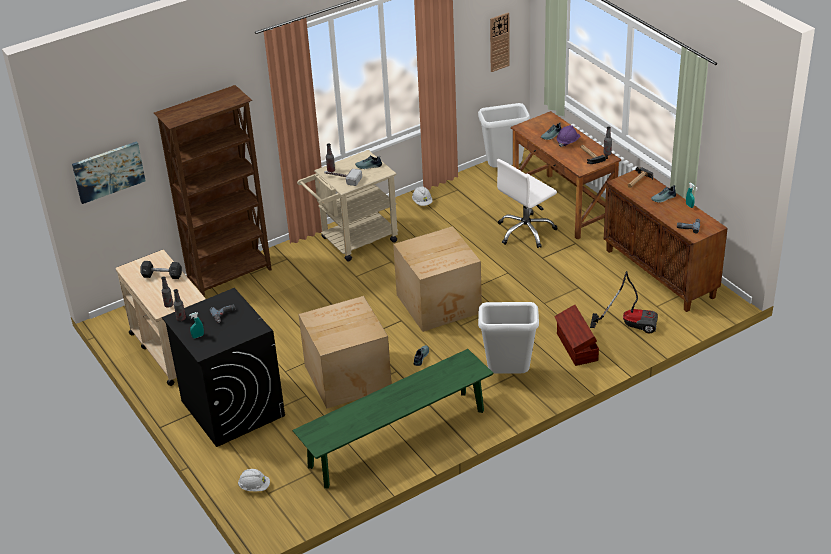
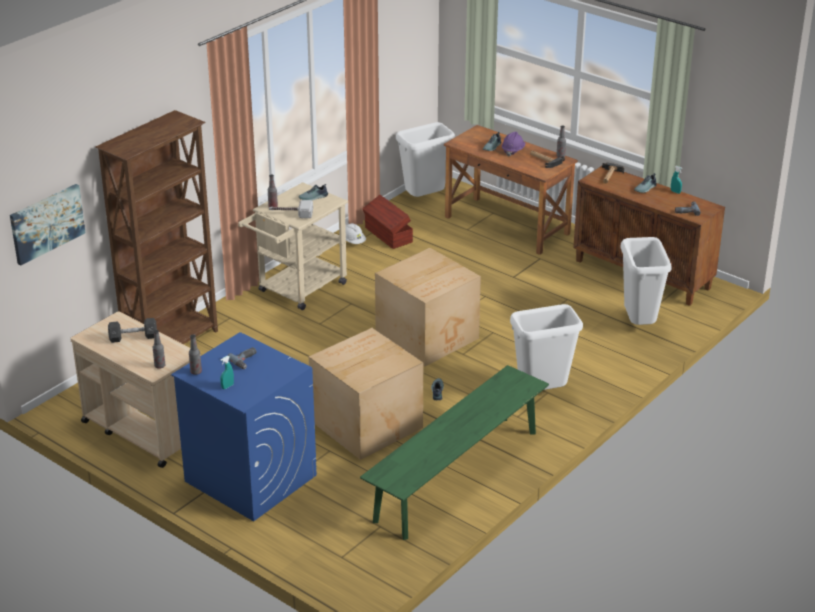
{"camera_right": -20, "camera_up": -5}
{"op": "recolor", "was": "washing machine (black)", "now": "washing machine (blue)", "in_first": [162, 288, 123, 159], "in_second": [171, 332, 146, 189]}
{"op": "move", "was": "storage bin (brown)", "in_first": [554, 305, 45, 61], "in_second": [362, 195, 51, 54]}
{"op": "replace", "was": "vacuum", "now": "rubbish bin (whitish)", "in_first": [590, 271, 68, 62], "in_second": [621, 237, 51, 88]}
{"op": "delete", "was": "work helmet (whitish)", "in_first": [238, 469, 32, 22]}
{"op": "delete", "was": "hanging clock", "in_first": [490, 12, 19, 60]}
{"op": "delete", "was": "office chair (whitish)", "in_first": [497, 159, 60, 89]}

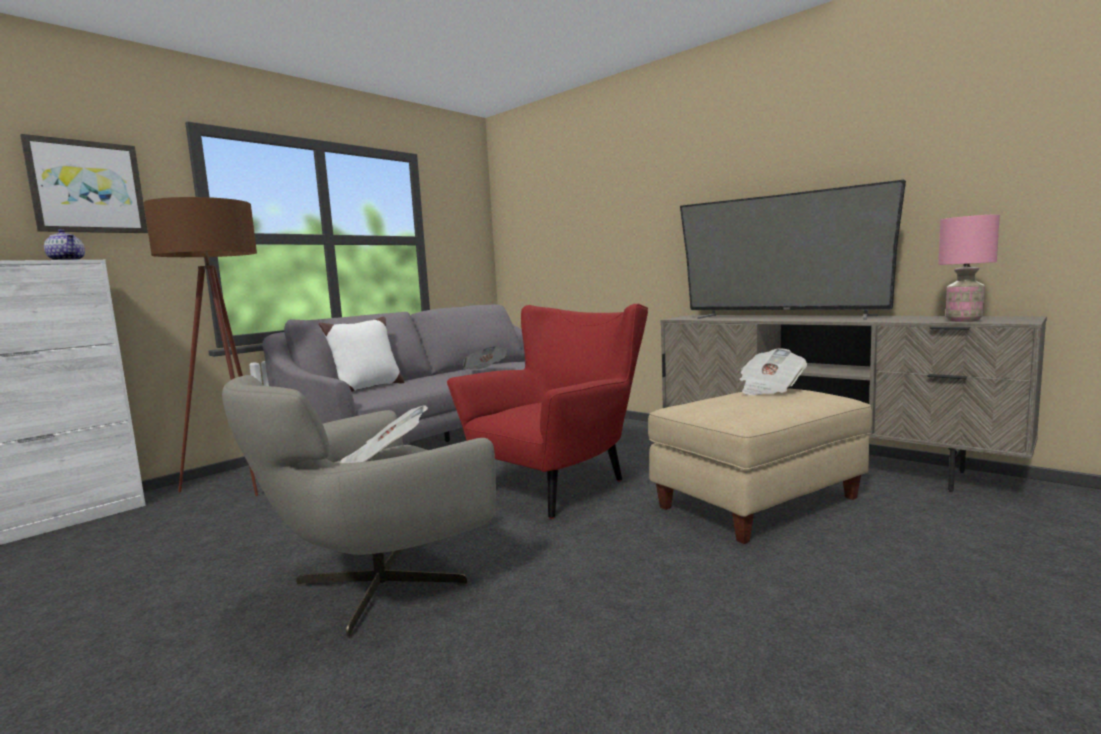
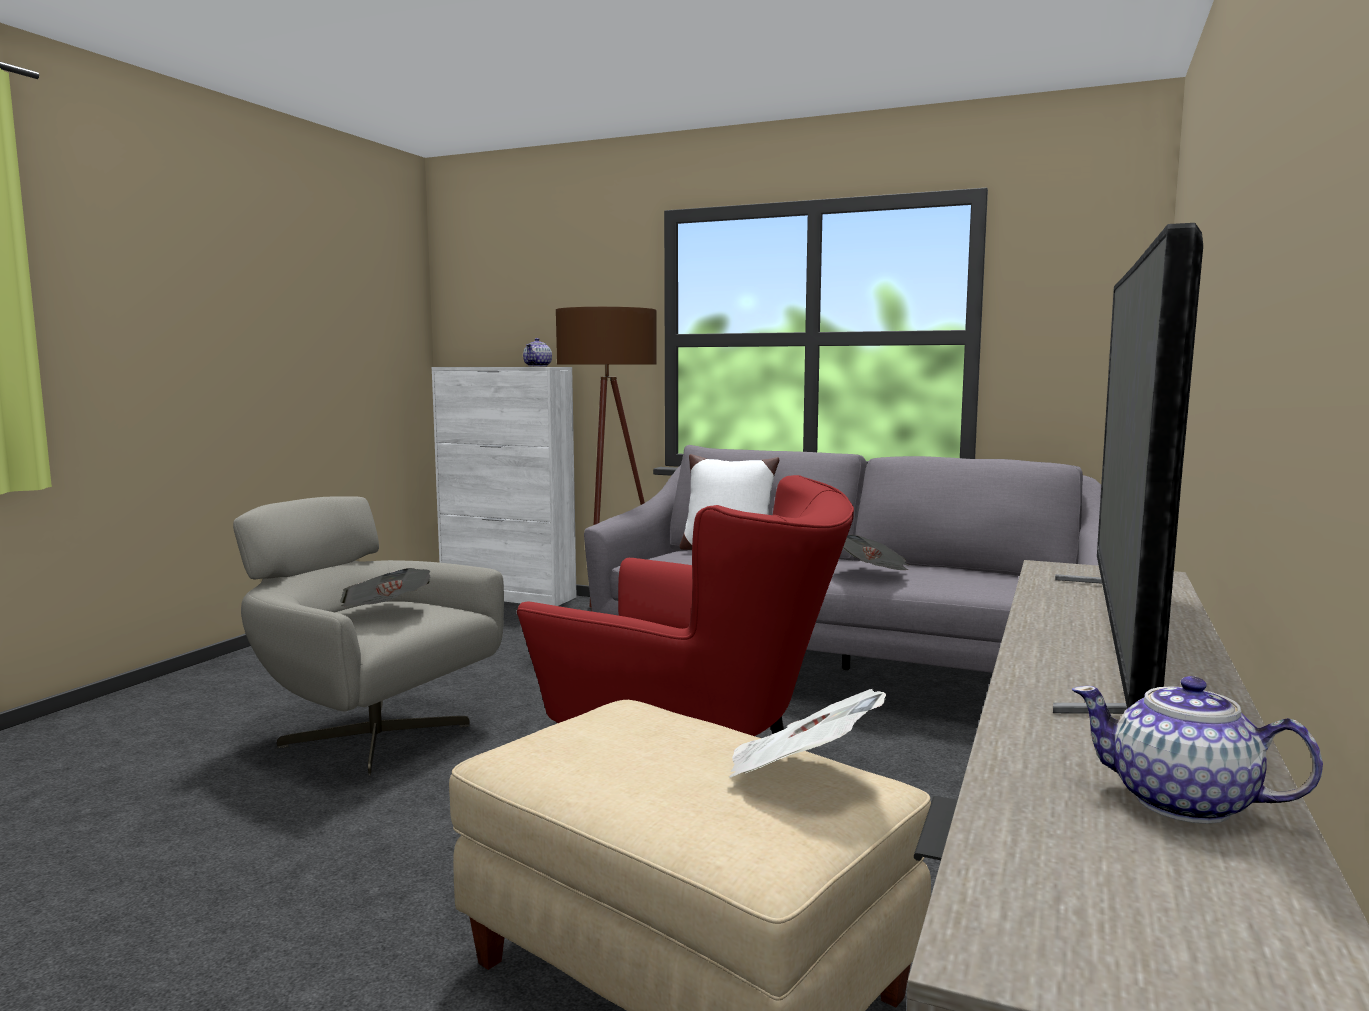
{"camera_right": 70, "camera_up": 0}
{"op": "insert", "now": "tea pot", "in_second": [1072, 676, 251, 148]}
{"op": "delete", "was": "wall picture", "in_first": [20, 134, 128, 99]}
{"op": "delete", "was": "tabletop lamp (pink)", "in_first": [938, 214, 62, 108]}

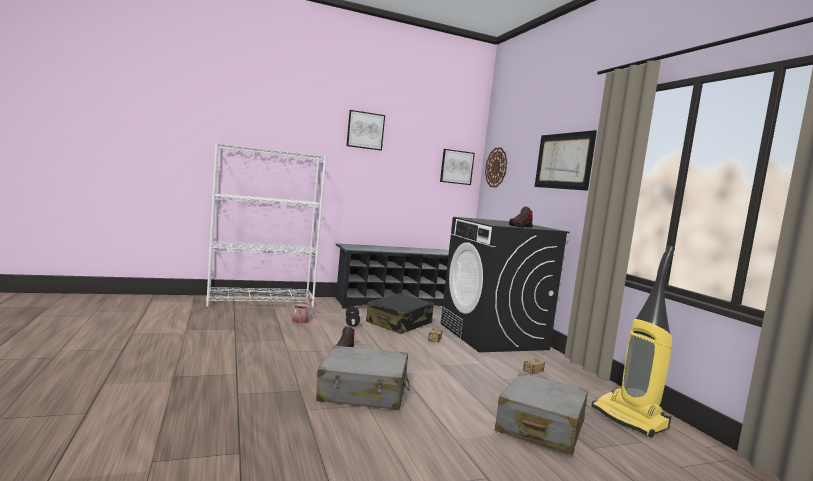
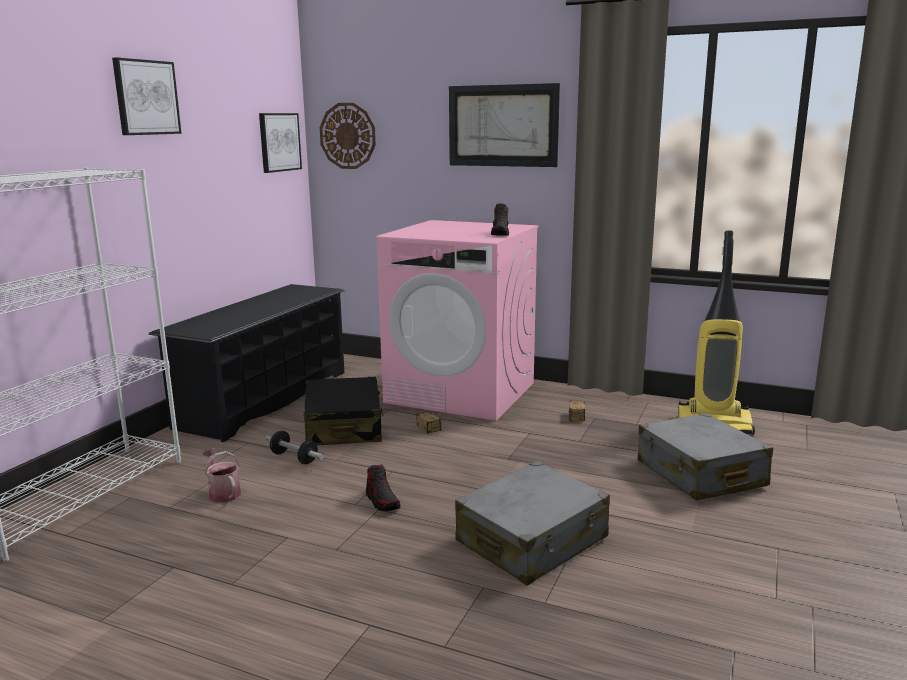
{"camera_right": -45, "camera_up": 10}
{"op": "recolor", "was": "washing machine (black)", "now": "washing machine (pink)", "in_first": [441, 217, 128, 135], "in_second": [376, 220, 162, 201]}

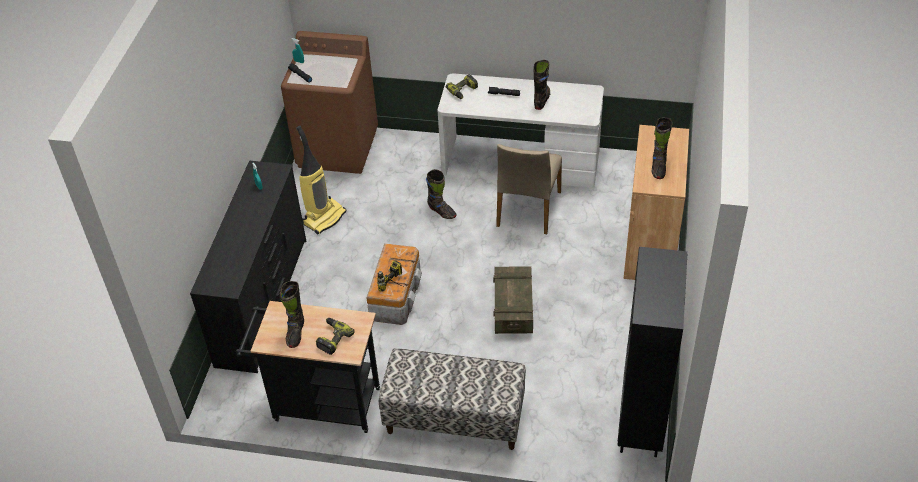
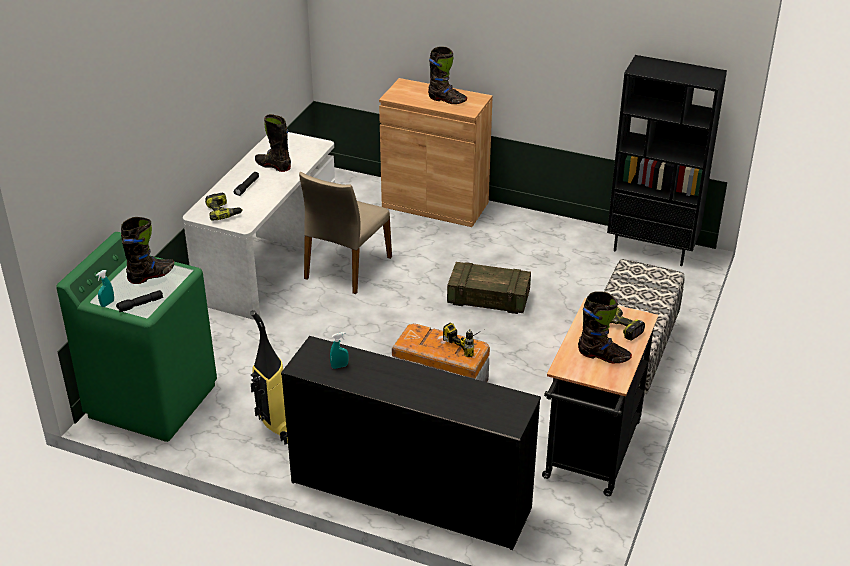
{"camera_right": -80, "camera_up": -10}
{"op": "recolor", "was": "washing machine (brown)", "now": "washing machine (greenish)", "in_first": [281, 31, 97, 143], "in_second": [56, 232, 161, 210]}
{"op": "move", "was": "tall boot (black)", "in_first": [426, 169, 30, 50], "in_second": [121, 217, 53, 67]}
{"op": "rotate", "was": "chair (beige)", "in_first": [496, 144, 66, 90], "in_second": [299, 172, 93, 122], "clockwise": 90}

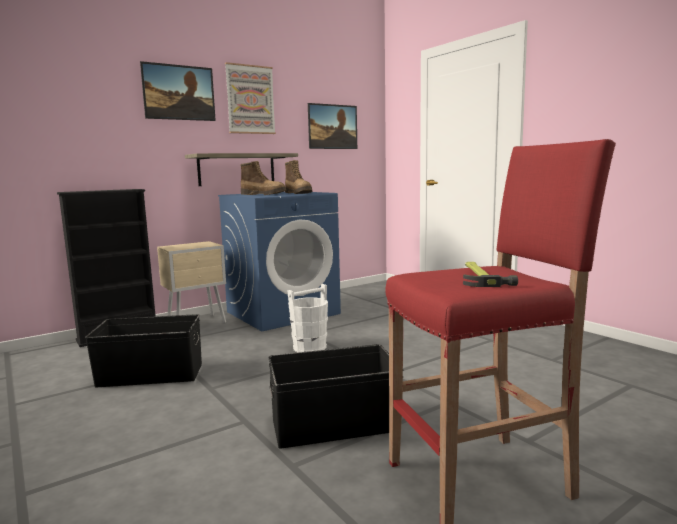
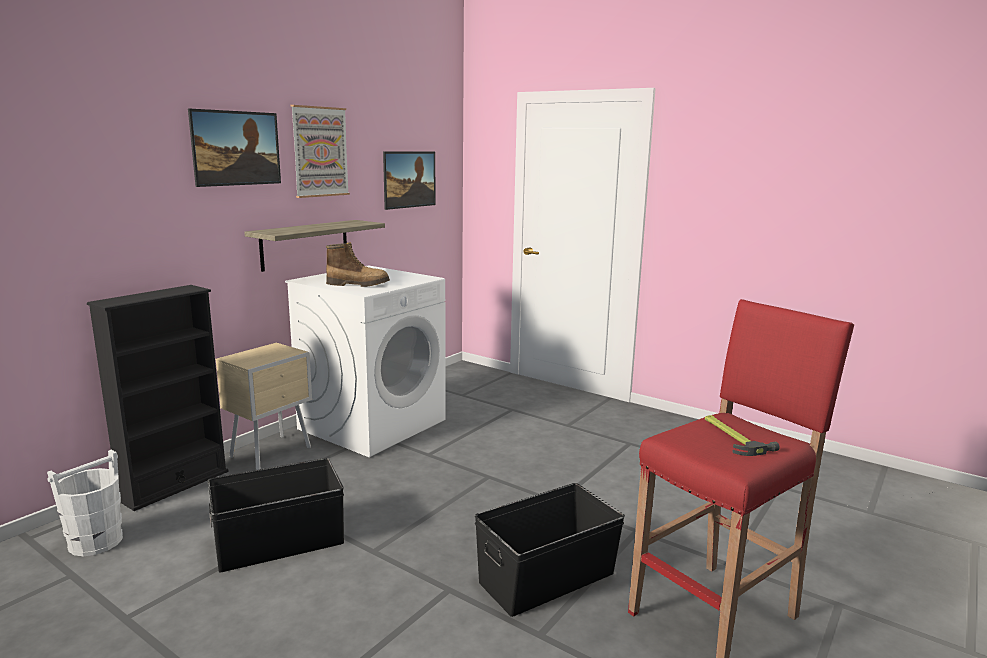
{"camera_right": -20, "camera_up": 5}
{"op": "move", "was": "bucket (whitish)", "in_first": [287, 284, 41, 69], "in_second": [47, 450, 76, 106]}
{"op": "recolor", "was": "washing machine (blue)", "now": "washing machine (whitish)", "in_first": [218, 192, 123, 139], "in_second": [285, 265, 161, 192]}
{"op": "delete", "was": "tall boot", "in_first": [285, 160, 27, 34]}

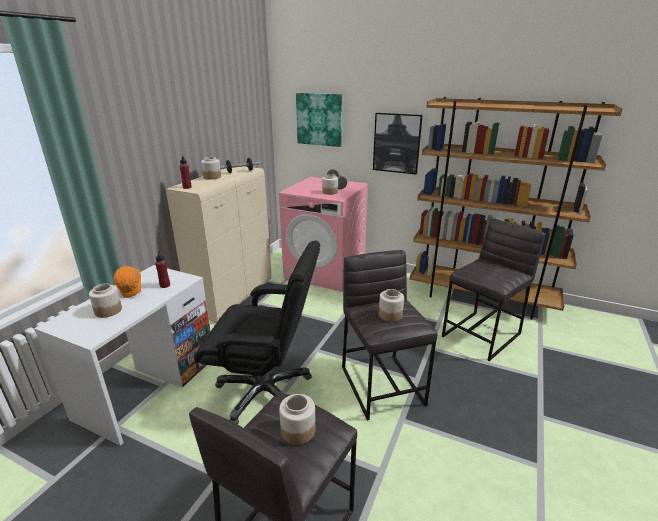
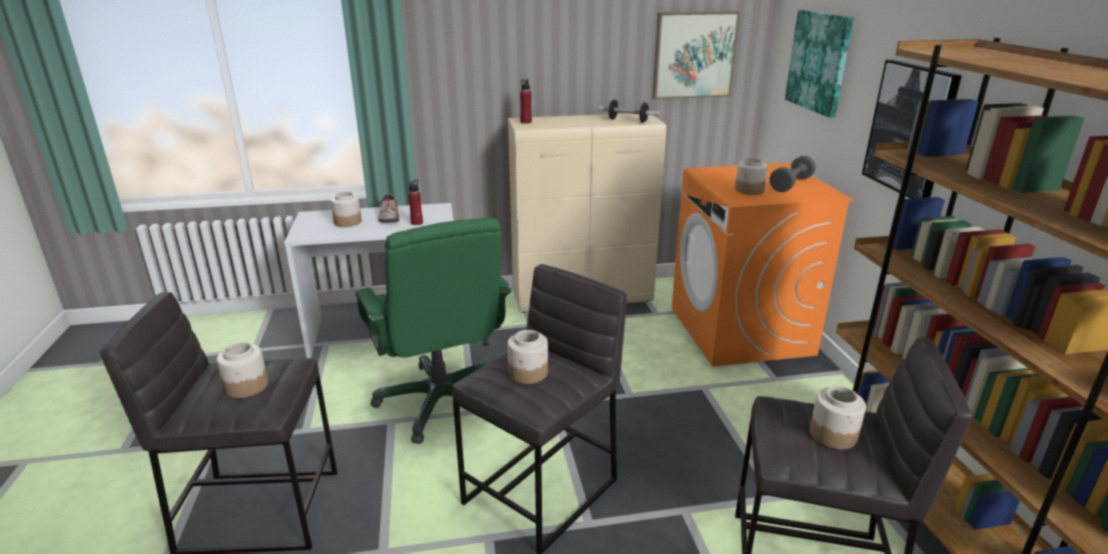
{"camera_right": 55, "camera_up": 0}
{"op": "recolor", "was": "office chair (black)", "now": "office chair (greenish)", "in_first": [194, 241, 126, 183], "in_second": [355, 218, 156, 226]}
{"op": "replace", "was": "work helmet (orangey)", "now": "shoe", "in_first": [114, 266, 27, 32], "in_second": [378, 194, 21, 29]}
{"op": "insert", "now": "wall picture", "in_second": [652, 11, 88, 88]}
{"op": "recolor", "was": "washing machine (pink)", "now": "washing machine (orangey)", "in_first": [279, 177, 90, 115], "in_second": [672, 163, 181, 204]}
{"op": "move", "was": "storage jar", "in_first": [201, 157, 20, 23], "in_second": [810, 386, 56, 64]}

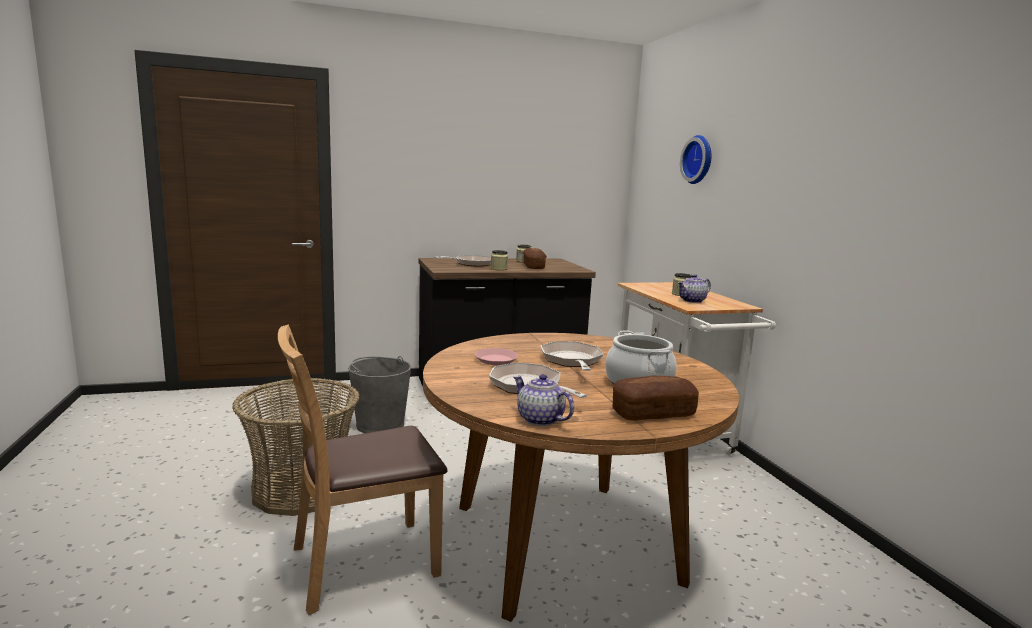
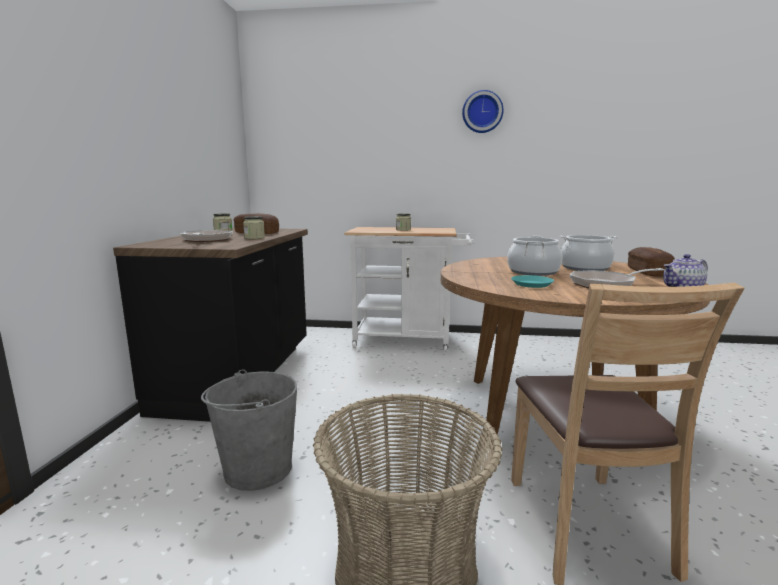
{"camera_right": -65, "camera_up": 0}
{"op": "move", "was": "hanging clock", "in_first": [680, 135, 31, 49], "in_second": [462, 90, 41, 43]}
{"op": "replace", "was": "frying pan", "now": "saucepot", "in_first": [541, 341, 63, 30], "in_second": [507, 236, 55, 40]}
{"op": "recolor", "was": "plate (pink)", "now": "plate (turquoise)", "in_first": [475, 348, 43, 17], "in_second": [511, 275, 43, 13]}
{"op": "delete", "was": "tea pot", "in_first": [677, 274, 34, 29]}

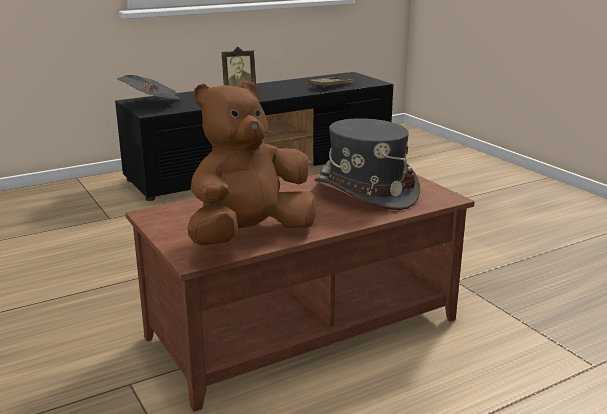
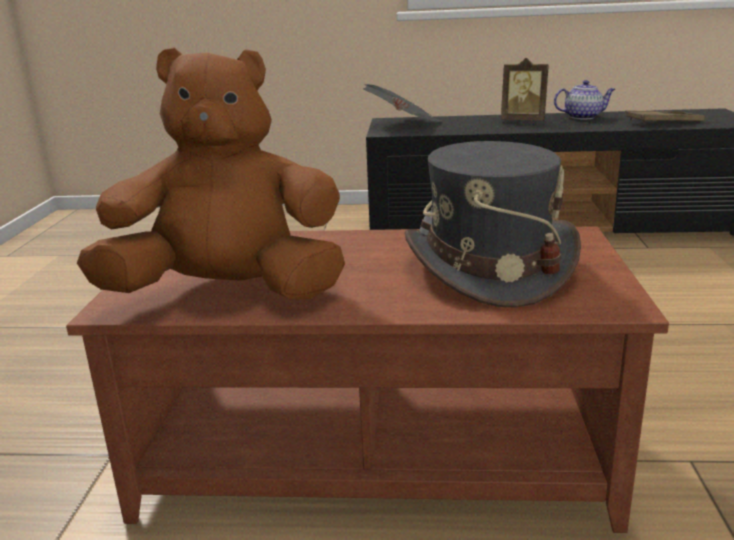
{"camera_right": 35, "camera_up": 0}
{"op": "insert", "now": "tea pot", "in_second": [554, 80, 61, 39]}

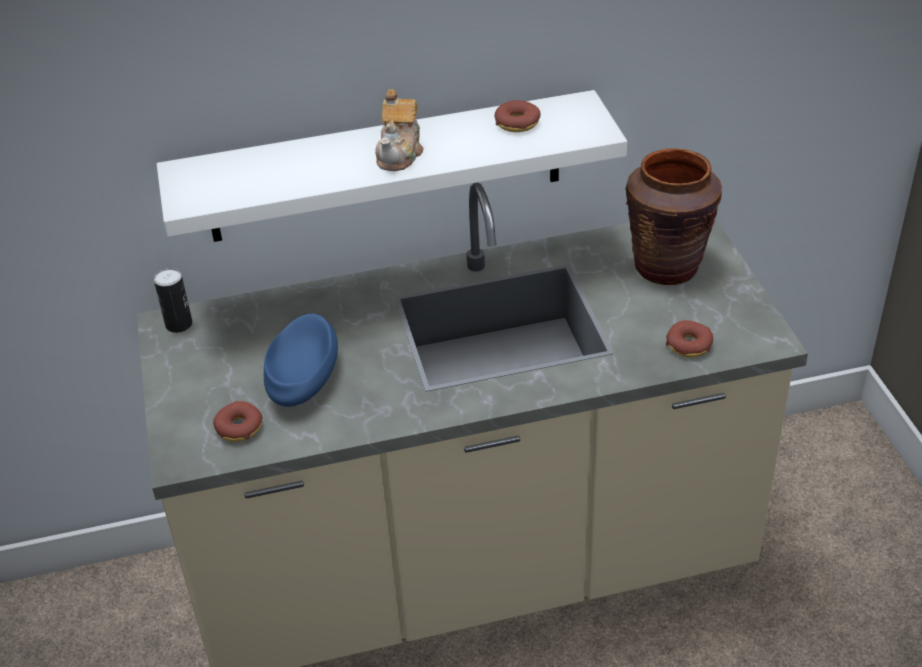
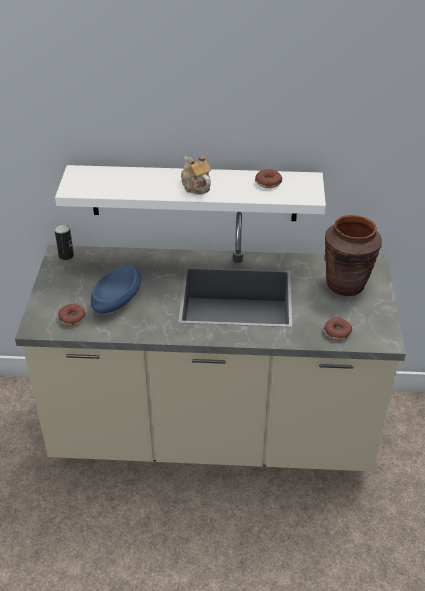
{"camera_right": 15, "camera_up": 0}
{"op": "rotate", "was": "tea pot", "in_first": [375, 89, 49, 82], "in_second": [181, 154, 30, 41], "clockwise": 120}

